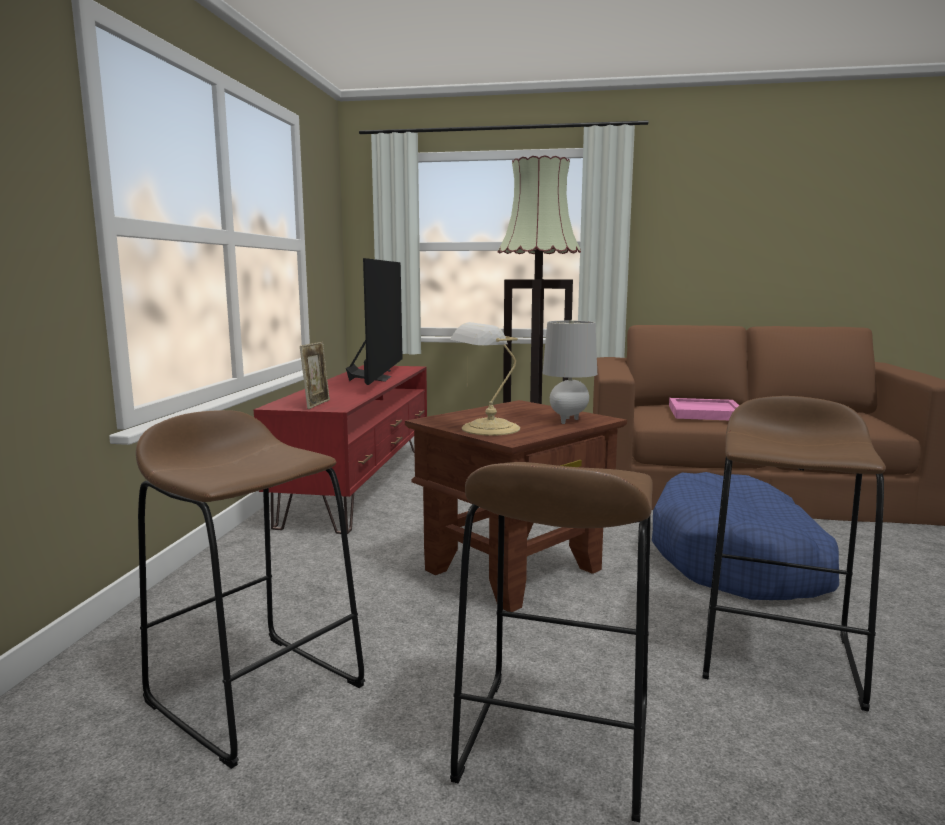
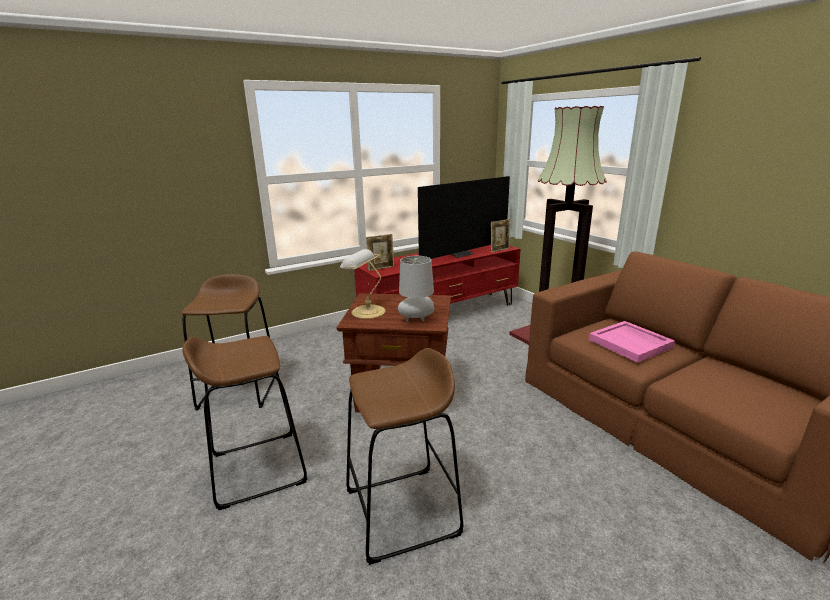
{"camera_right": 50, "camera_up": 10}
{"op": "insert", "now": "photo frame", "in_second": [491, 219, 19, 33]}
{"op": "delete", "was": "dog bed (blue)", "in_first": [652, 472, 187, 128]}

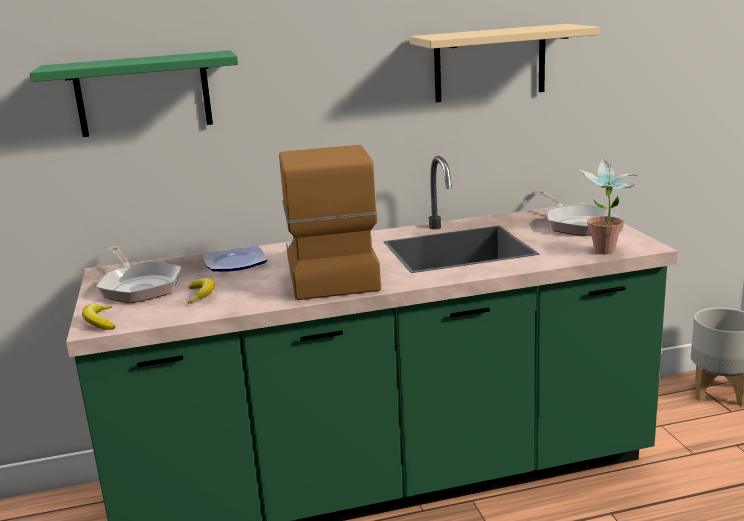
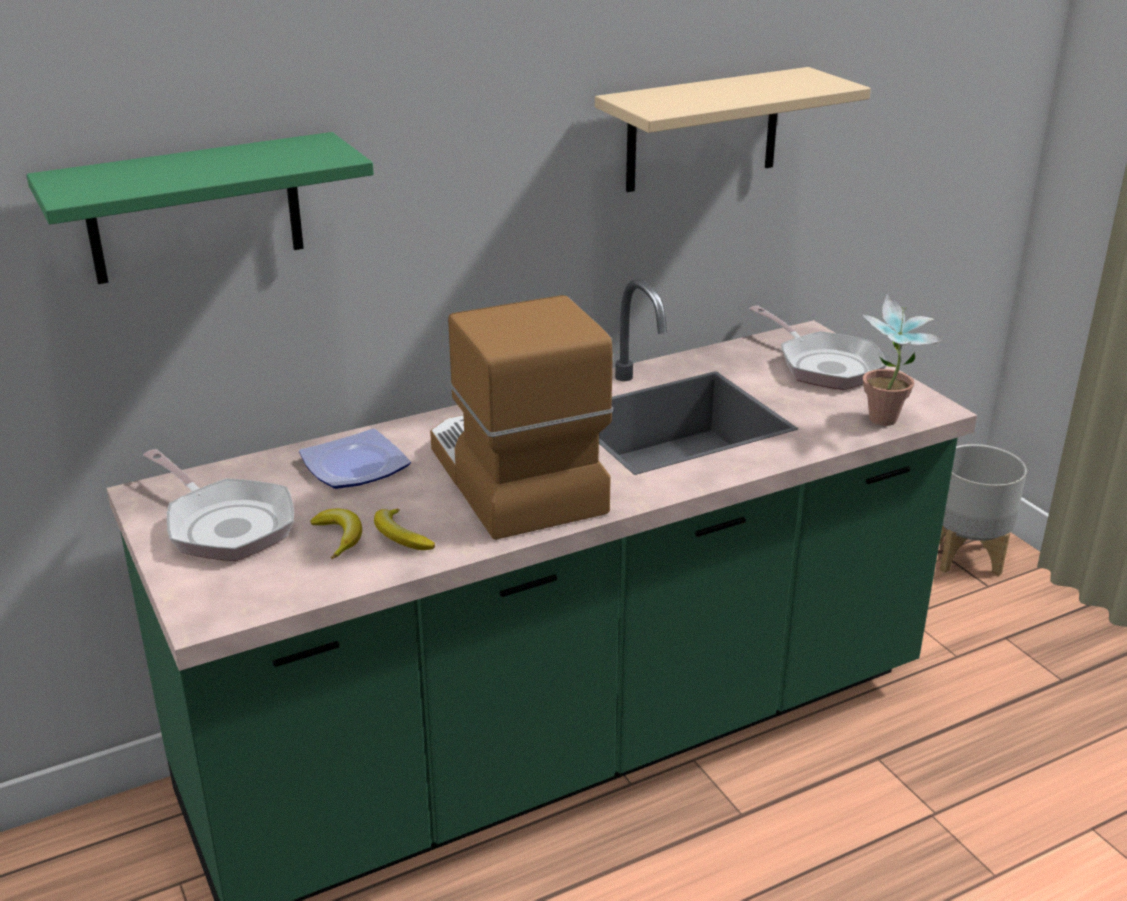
{"camera_right": -15, "camera_up": 10}
{"op": "move", "was": "banana fruit", "in_first": [82, 304, 33, 26], "in_second": [374, 509, 61, 41]}

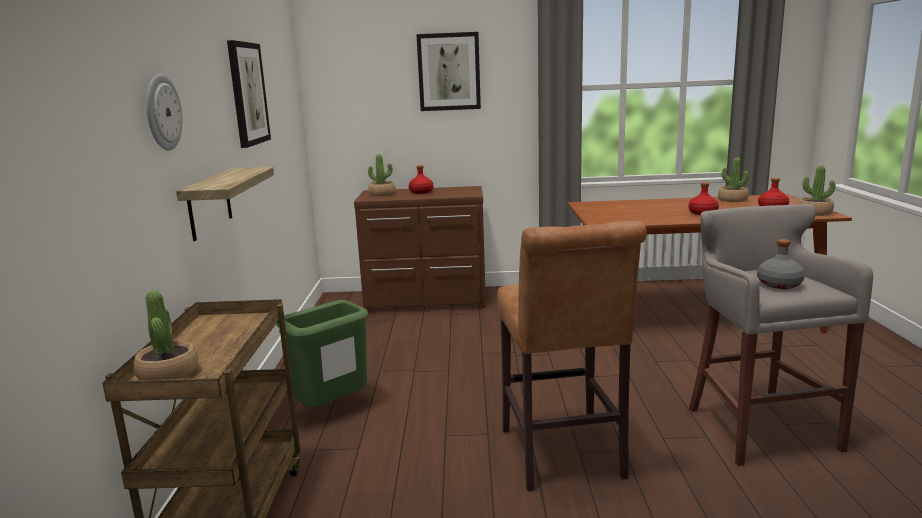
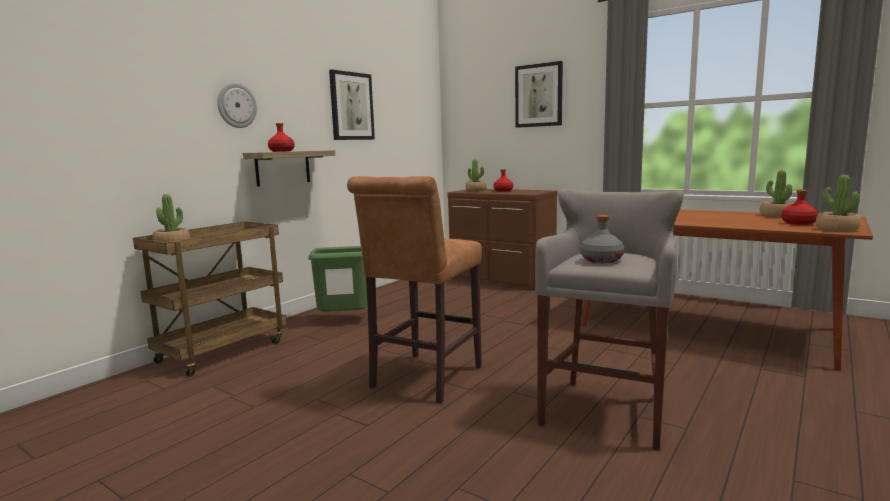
{"camera_right": 35, "camera_up": -5}
{"op": "move", "was": "beverage bottle (red)", "in_first": [688, 182, 31, 33], "in_second": [268, 123, 27, 29]}

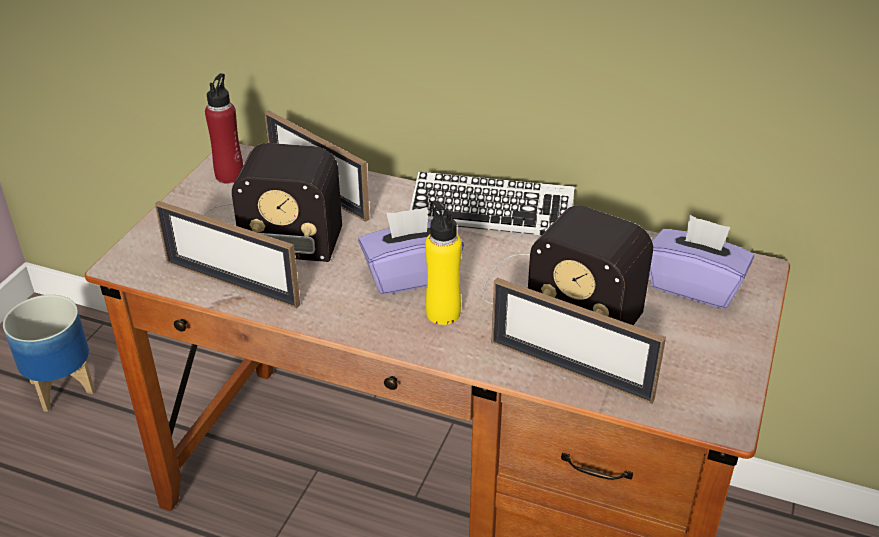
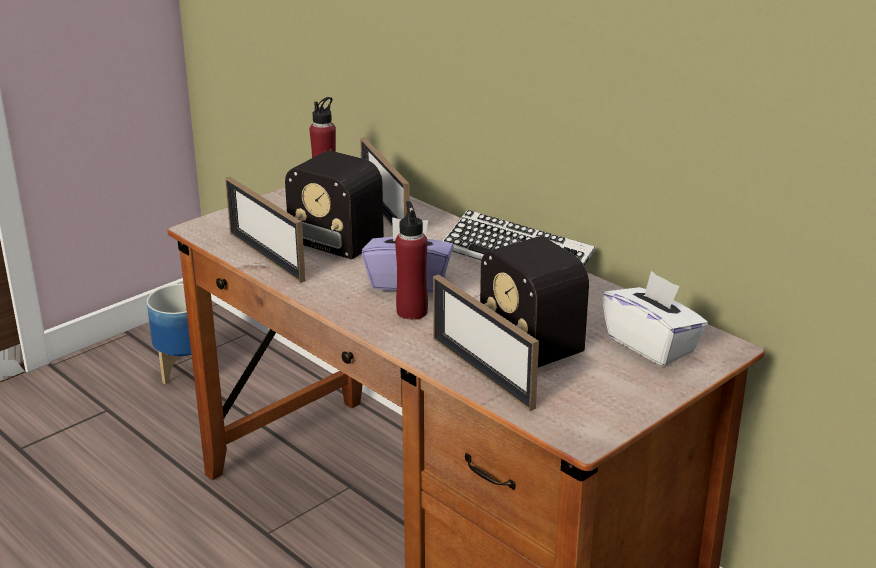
{"camera_right": 25, "camera_up": -10}
{"op": "recolor", "was": "beverage bottle (yellowish)", "now": "beverage bottle (red)", "in_first": [425, 201, 37, 124], "in_second": [395, 201, 33, 119]}
{"op": "recolor", "was": "tissue box (purplish)", "now": "tissue box (whitish)", "in_first": [649, 215, 105, 94], "in_second": [602, 271, 106, 95]}

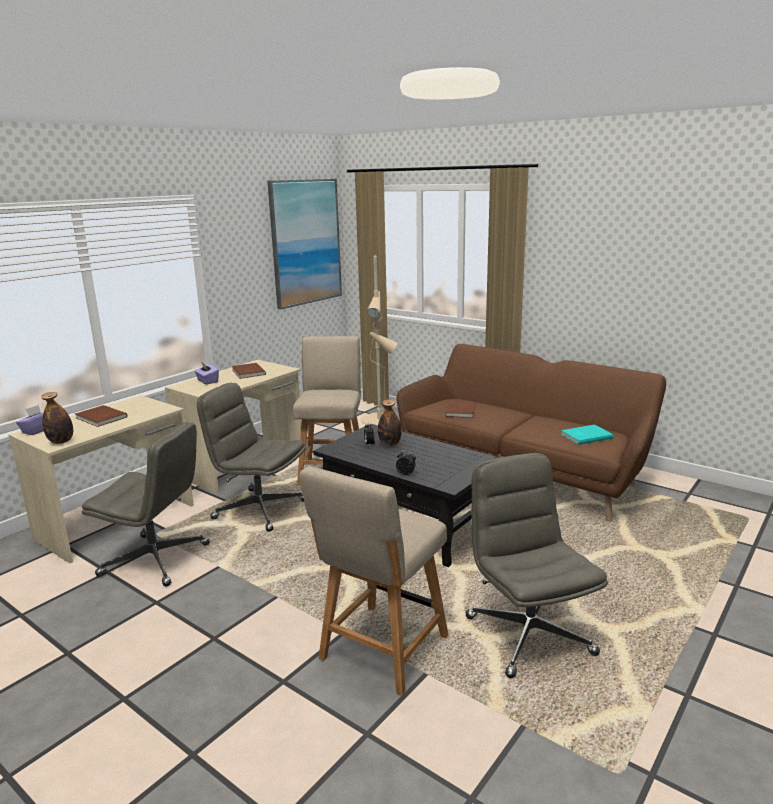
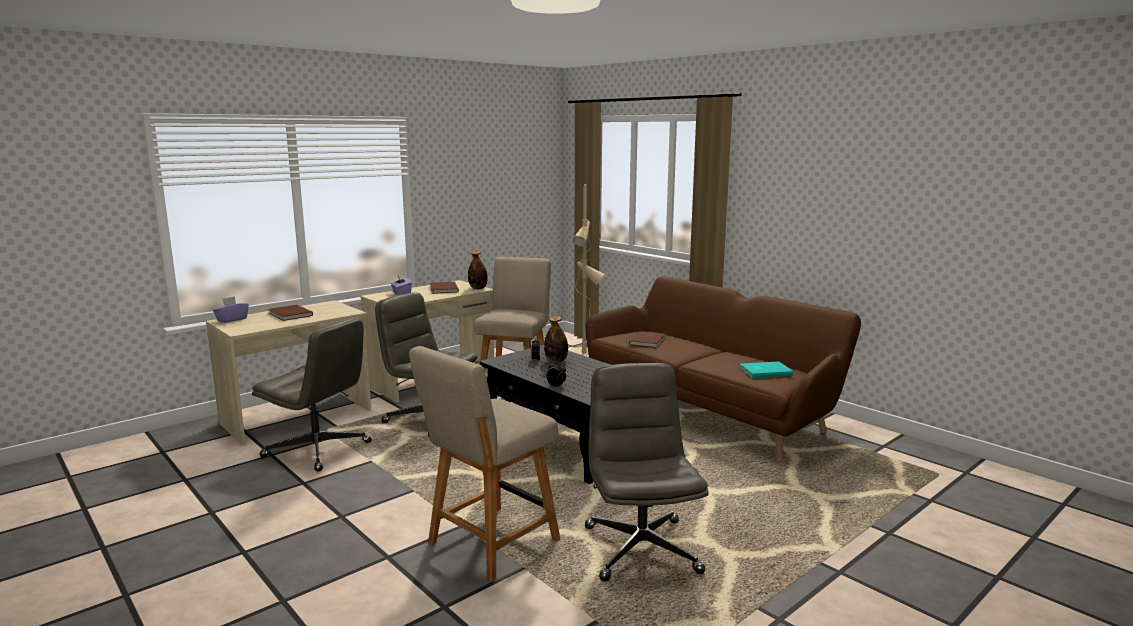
{"camera_right": 10, "camera_up": -5}
{"op": "move", "was": "beverage bottle", "in_first": [41, 392, 32, 52], "in_second": [468, 251, 20, 38]}
{"op": "delete", "was": "wall picture", "in_first": [267, 179, 75, 131]}

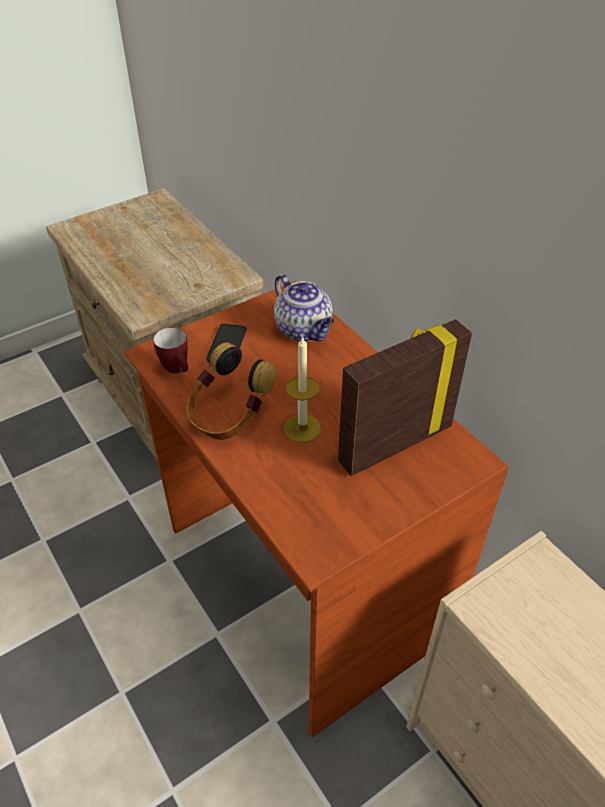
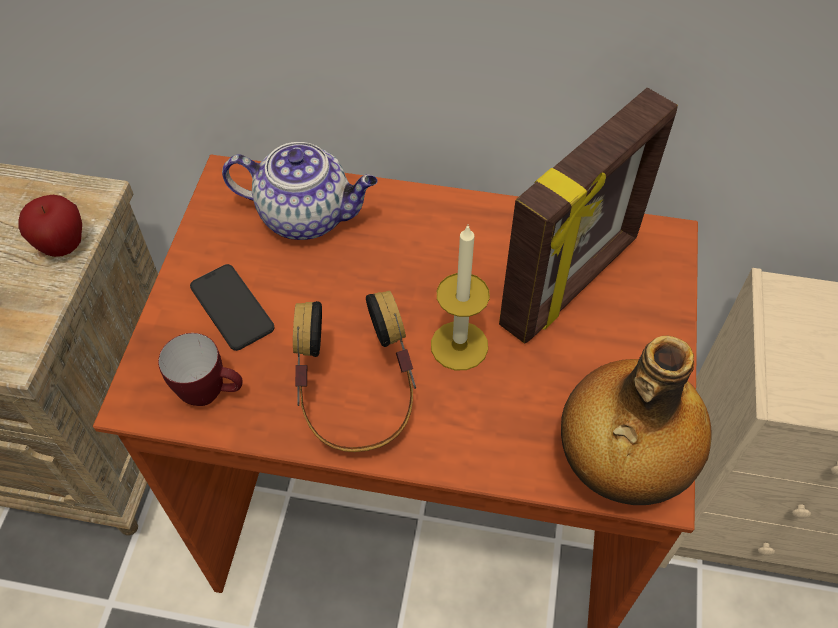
{"camera_right": -45, "camera_up": 10}
{"op": "insert", "now": "apple", "in_second": [18, 195, 64, 62]}
{"op": "rotate", "was": "photo frame", "in_first": [338, 319, 134, 157], "in_second": [499, 88, 179, 256], "clockwise": -150}
{"op": "insert", "now": "beverage bottle", "in_second": [561, 336, 151, 169]}

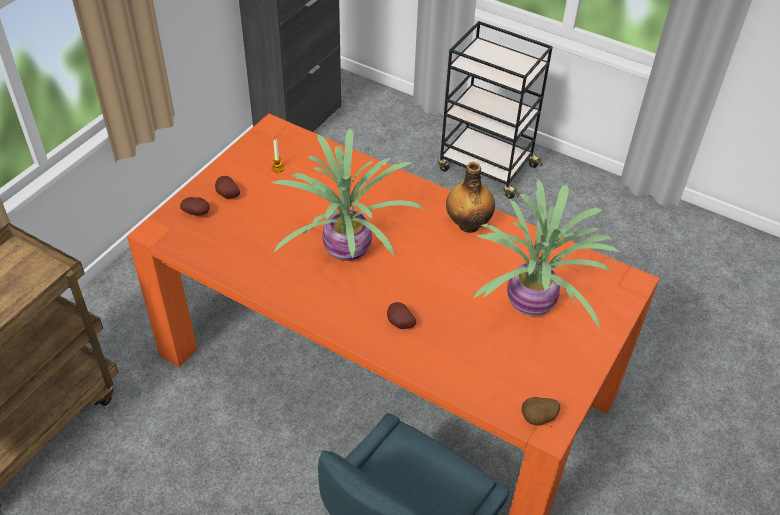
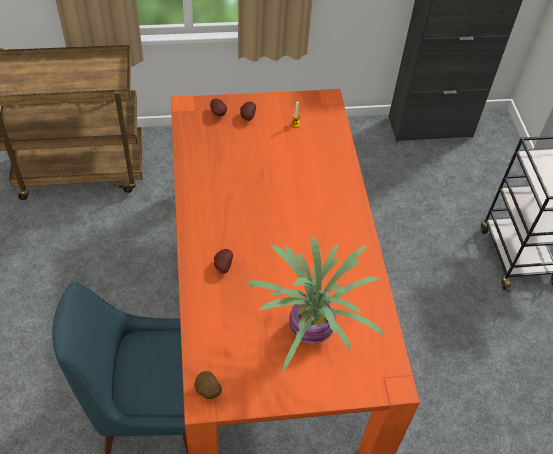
{"camera_right": 50, "camera_up": 5}
{"op": "delete", "was": "houseplant", "in_first": [271, 128, 154, 133]}
{"op": "delete", "was": "beverage bottle", "in_first": [446, 162, 49, 71]}

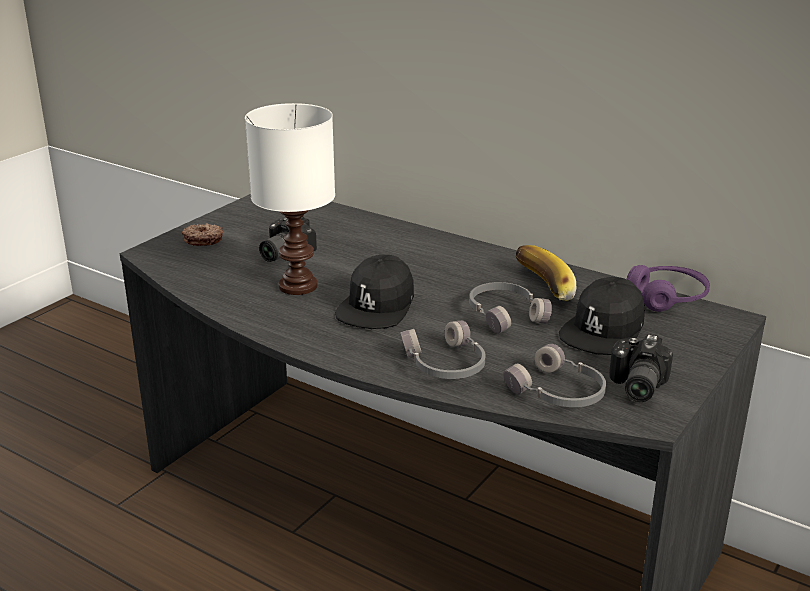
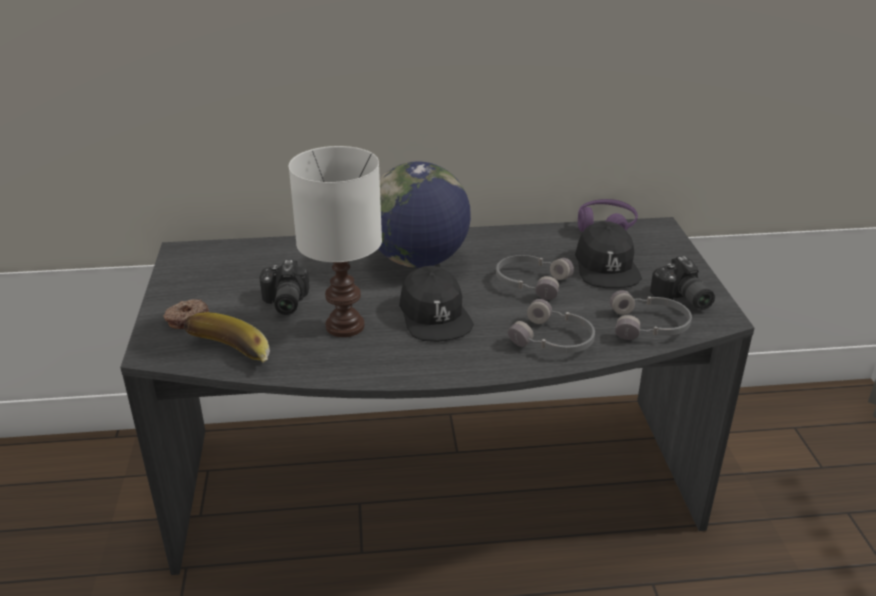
{"camera_right": -40, "camera_up": 5}
{"op": "move", "was": "banana fruit", "in_first": [516, 245, 60, 56], "in_second": [184, 312, 86, 51]}
{"op": "insert", "now": "world globe", "in_second": [378, 162, 93, 106]}

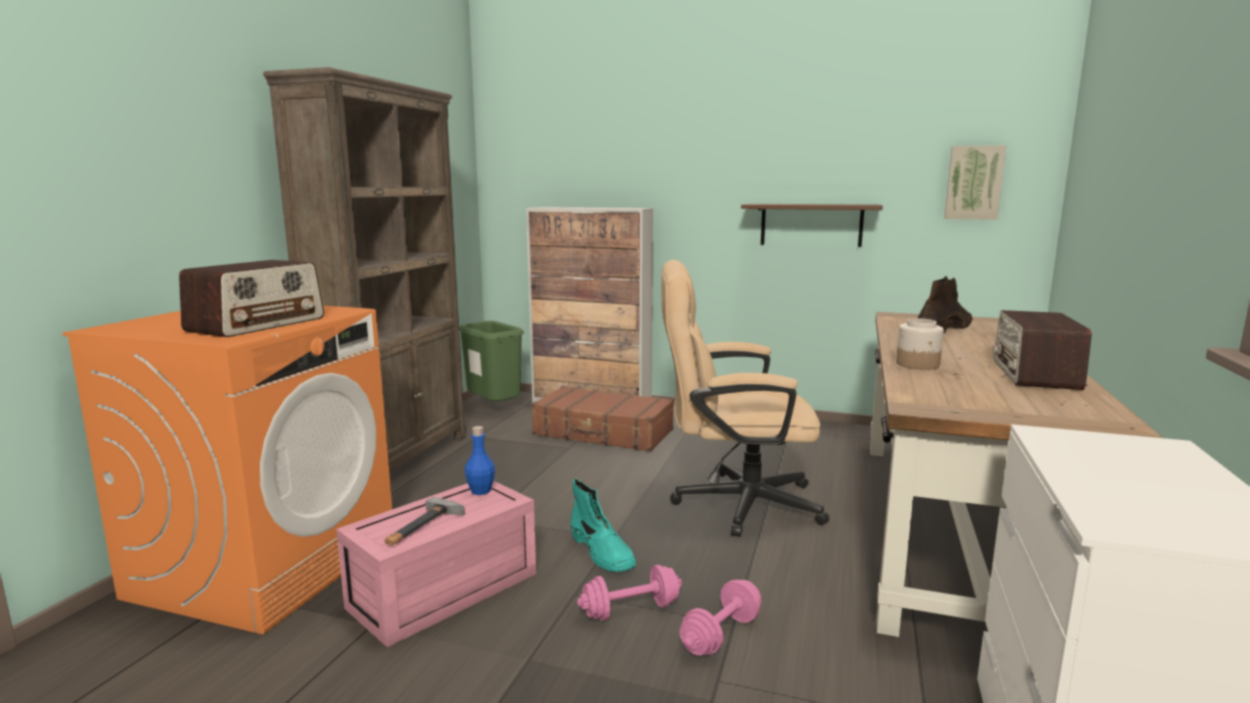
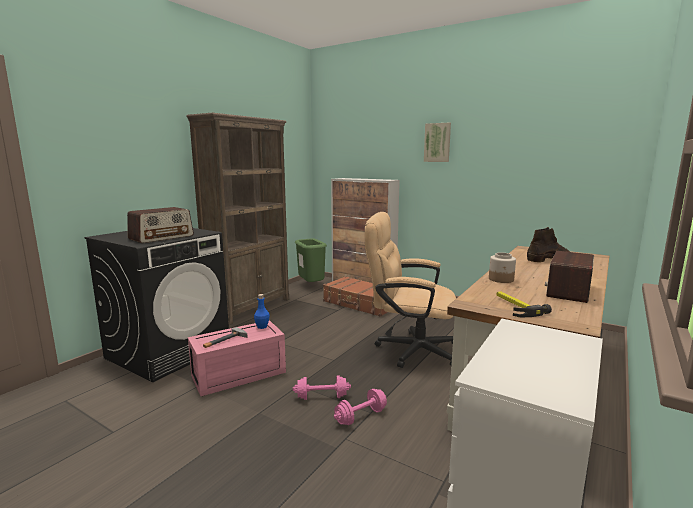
{"camera_right": 15, "camera_up": 0}
{"op": "recolor", "was": "washing machine (orangey)", "now": "washing machine (black)", "in_first": [62, 306, 330, 328], "in_second": [84, 228, 145, 154]}
{"op": "move", "was": "wall picture", "in_first": [944, 145, 62, 75], "in_second": [424, 123, 27, 39]}
{"op": "insert", "now": "tool hammer", "in_second": [497, 292, 55, 25]}
{"op": "delete", "was": "tall boot (turquoise)", "in_first": [570, 479, 66, 93]}
{"op": "delete", "was": "wall shelf (brown)", "in_first": [741, 204, 142, 43]}

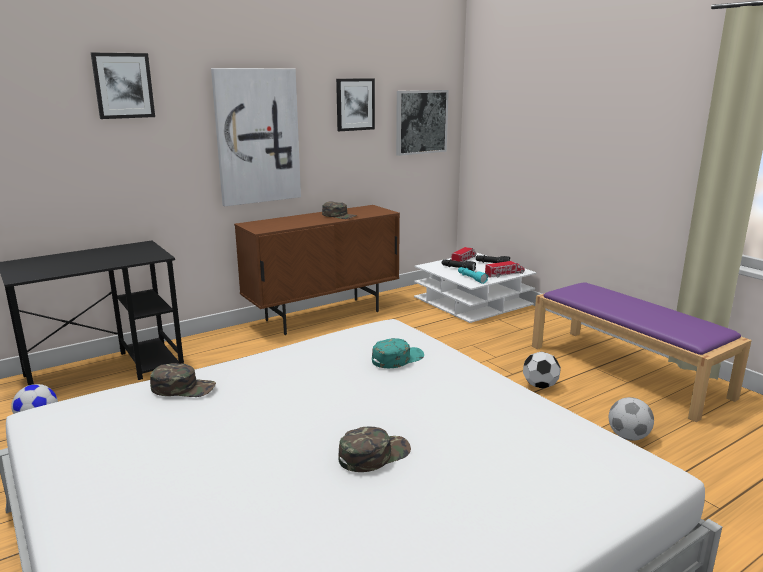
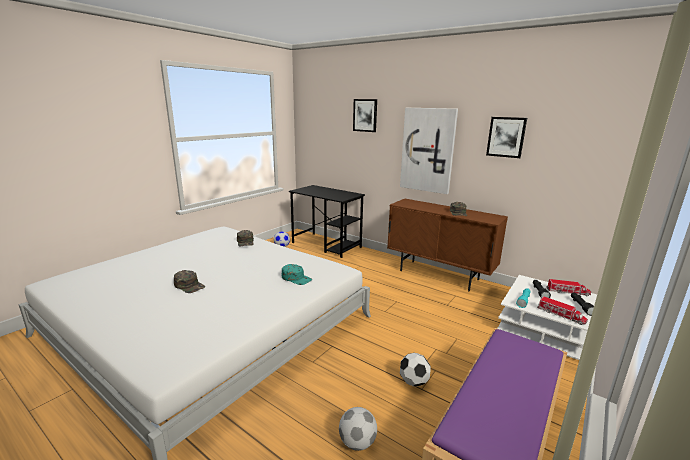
{"camera_right": 70, "camera_up": 0}
{"op": "delete", "was": "wall picture", "in_first": [396, 90, 53, 66]}

